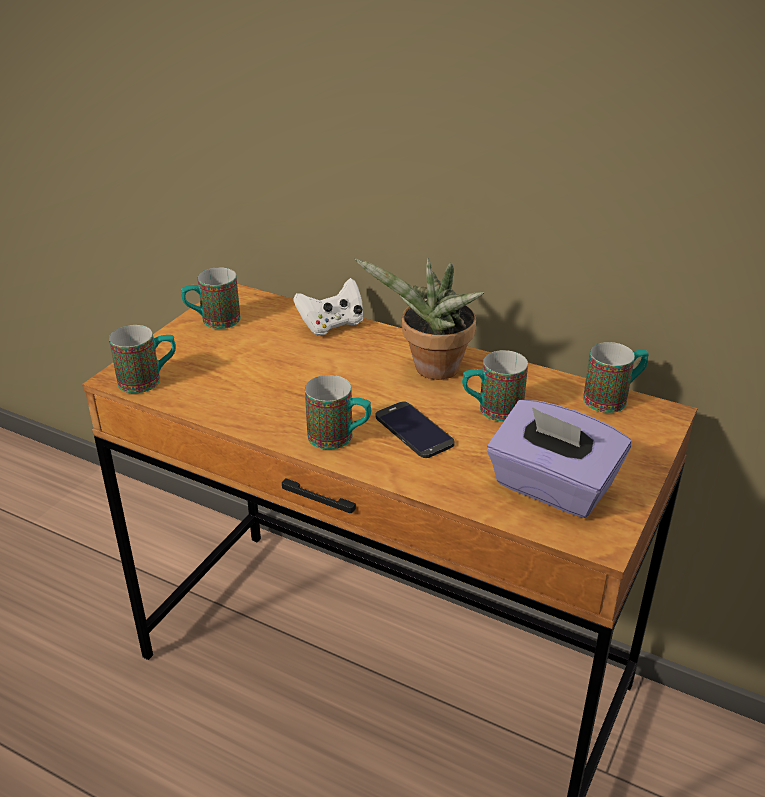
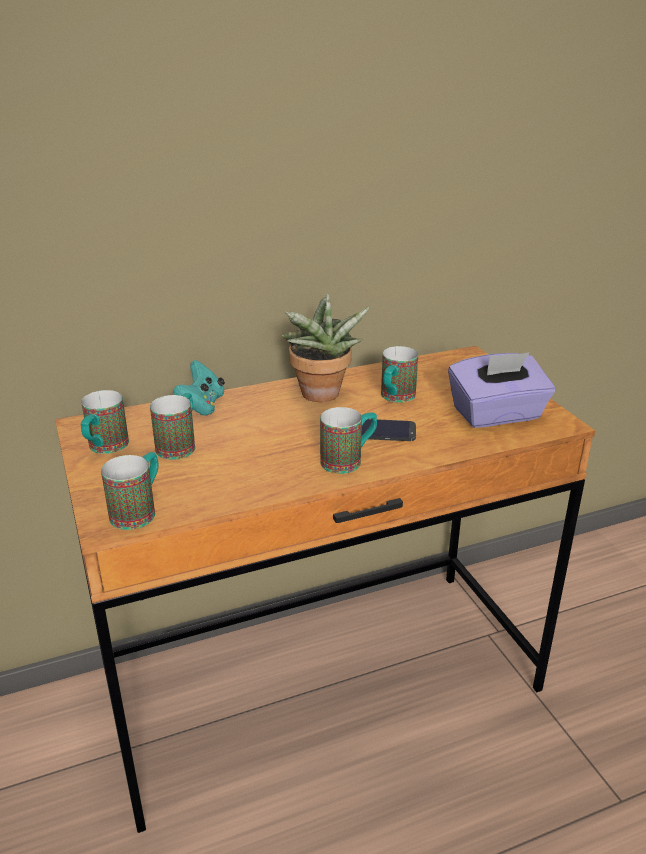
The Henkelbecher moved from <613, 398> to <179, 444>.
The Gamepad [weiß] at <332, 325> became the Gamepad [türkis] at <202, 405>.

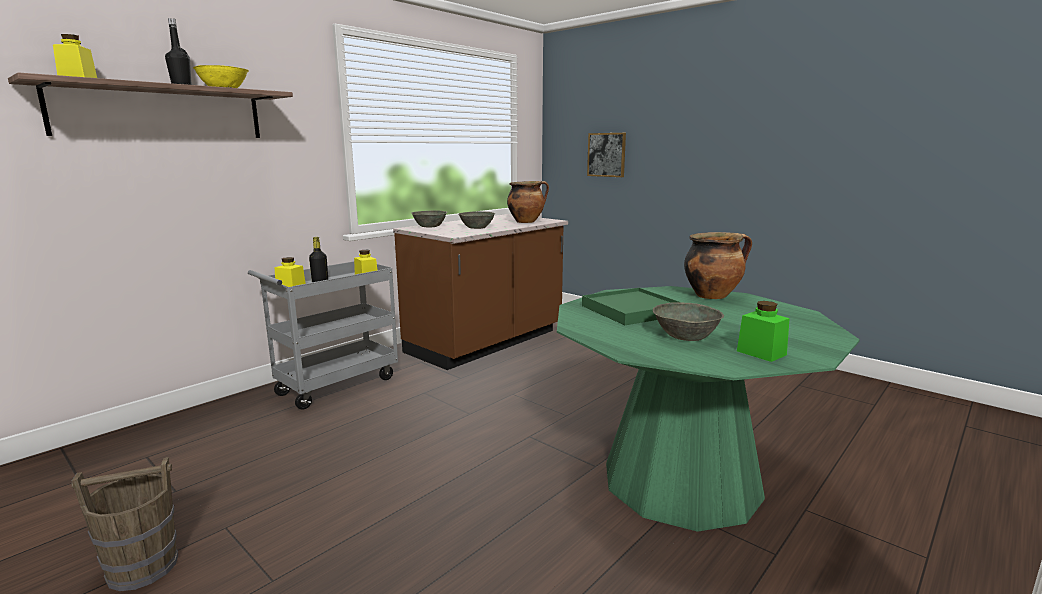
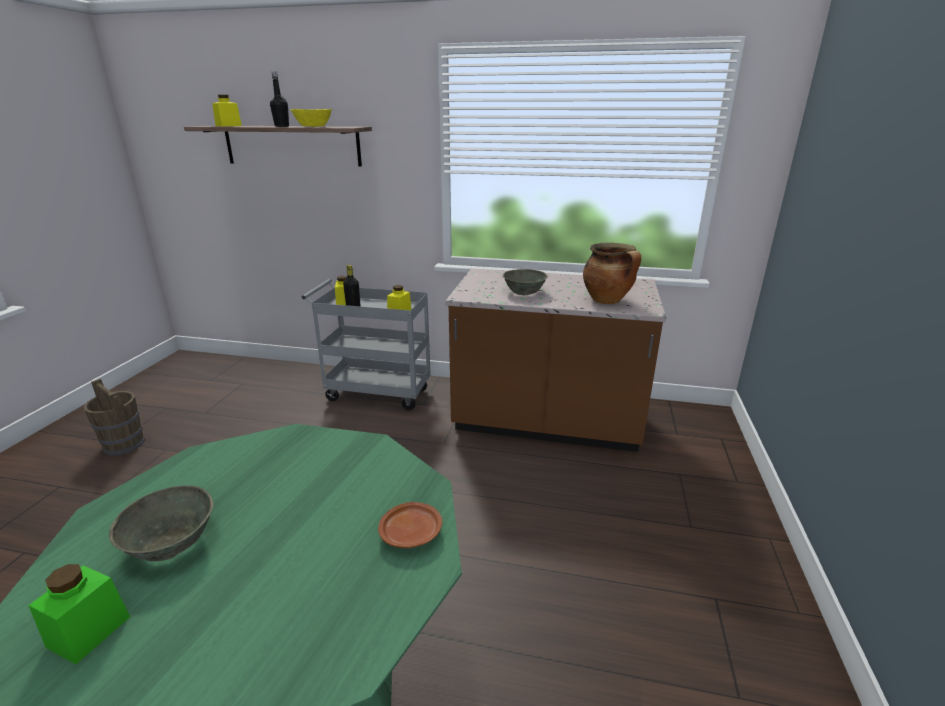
The Kochtopf at <712, 295> was replaced by the Teller [braun] at <411, 533>.
The Schüssel [grau] at <429, 226> disappeared.
The Tablett [grün] at <631, 310> disappeared.
The Bild at <606, 155> disappeared.

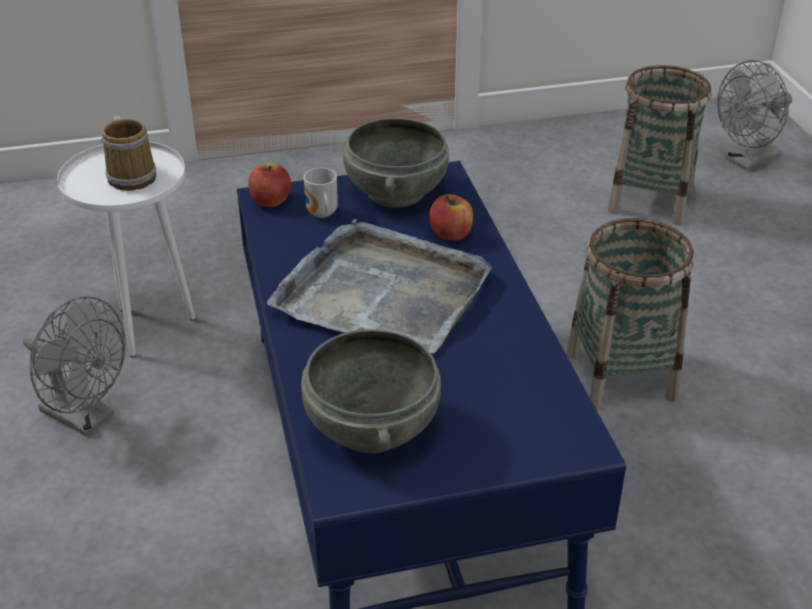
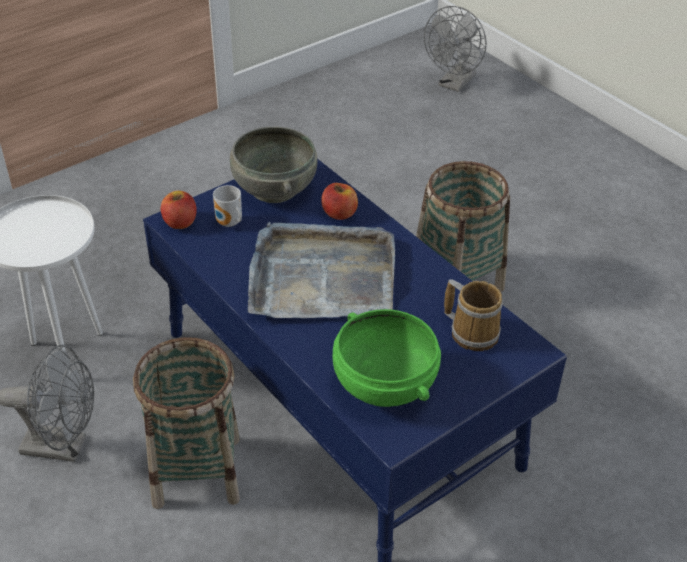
The Korb moved from <650, 200> to <197, 471>.
The Schüssel [grau] at <370, 427> became the Schüssel [grün] at <382, 385>.
The Henkelbecher moved from <133, 175> to <472, 331>.

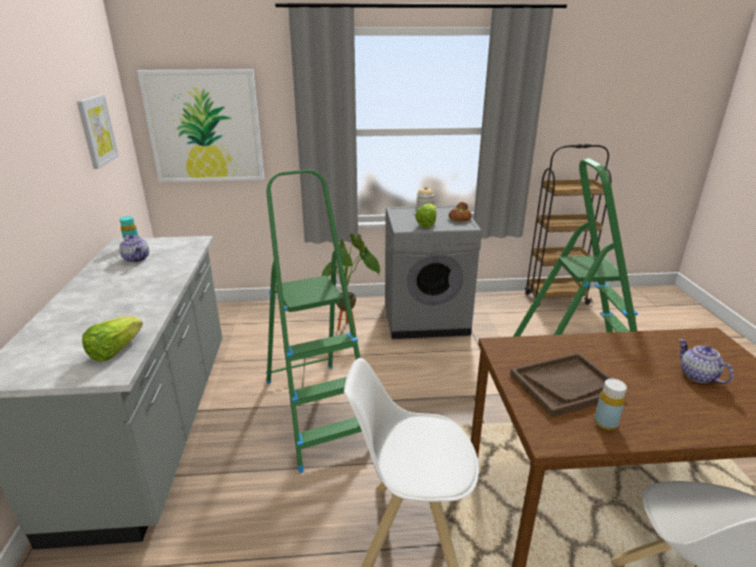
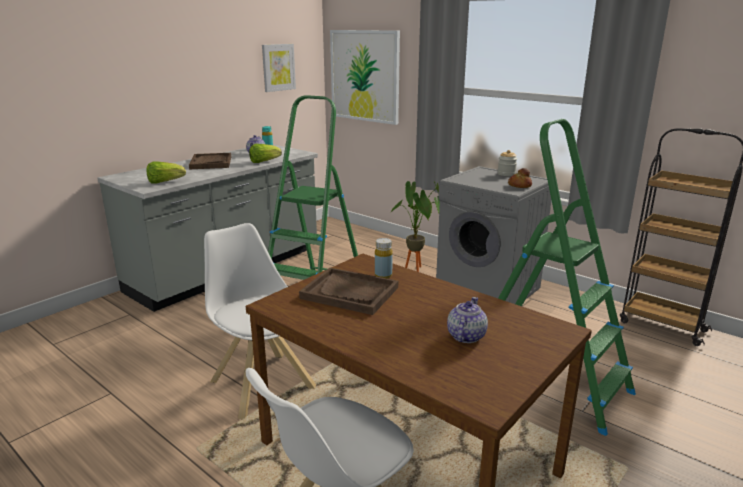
The Tablett [braun] at <211, 162> appeared.
The Salatkopf moved from <426, 223> to <264, 162>.
The Flasche [gelb] moved from <605, 423> to <383, 275>.

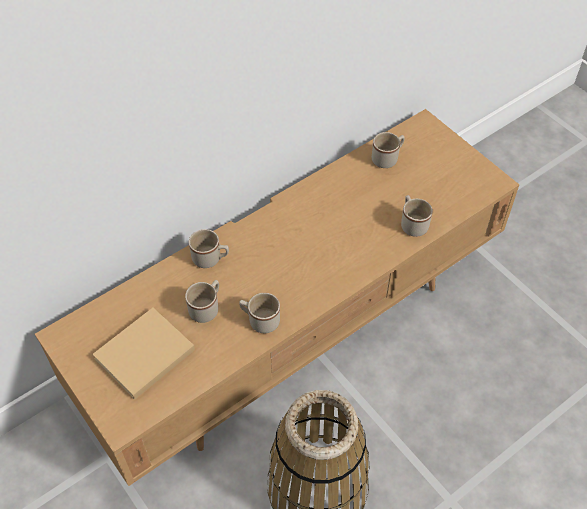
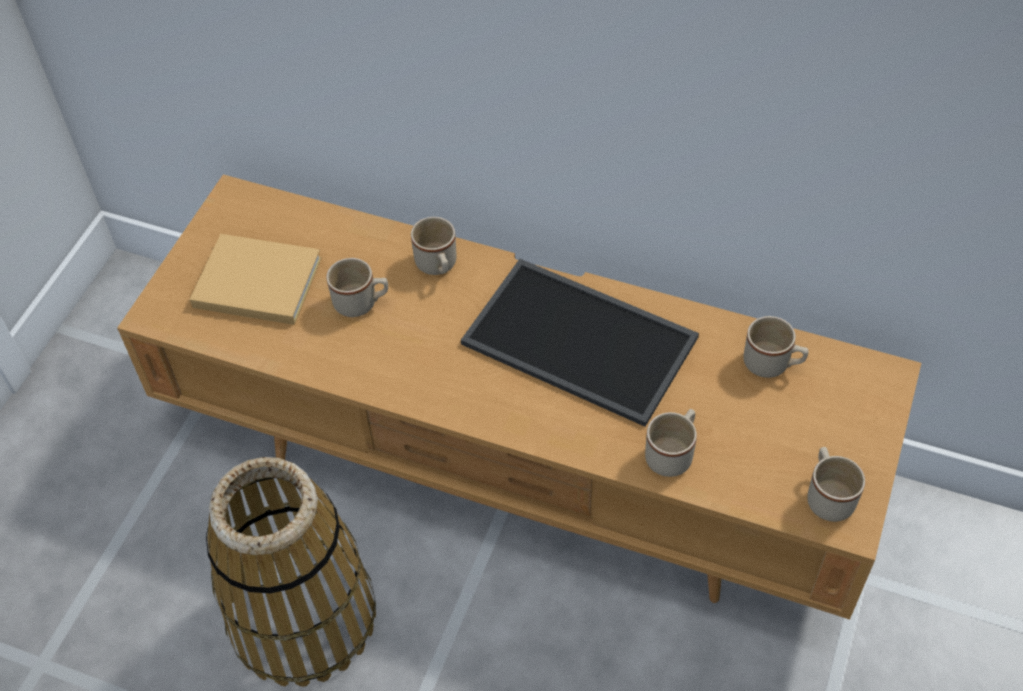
The Tablett at <583, 339> appeared.
The Henkelbecher [beige] moved from <260, 320> to <827, 495>.

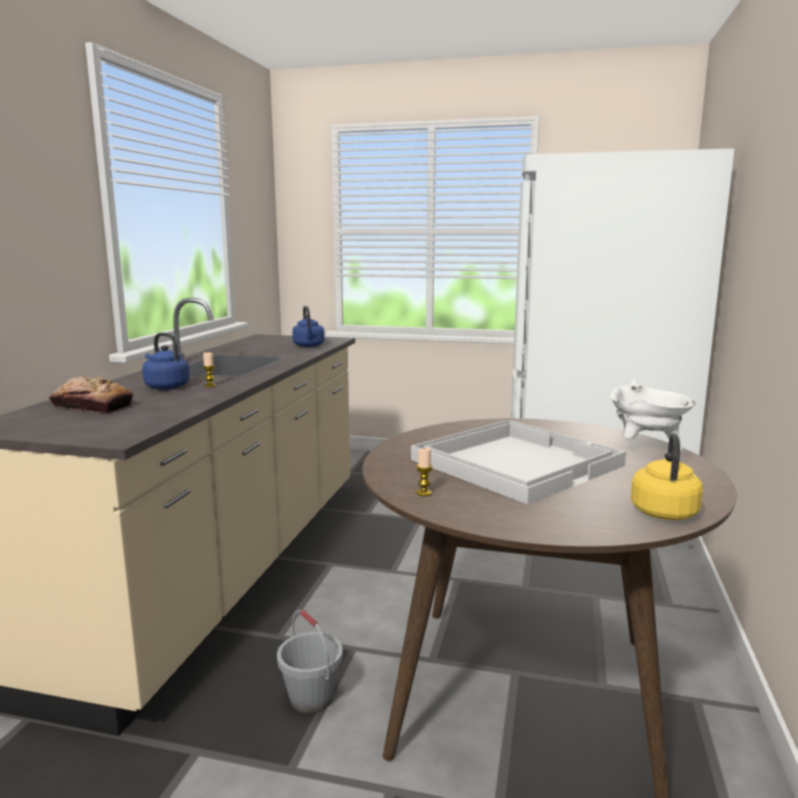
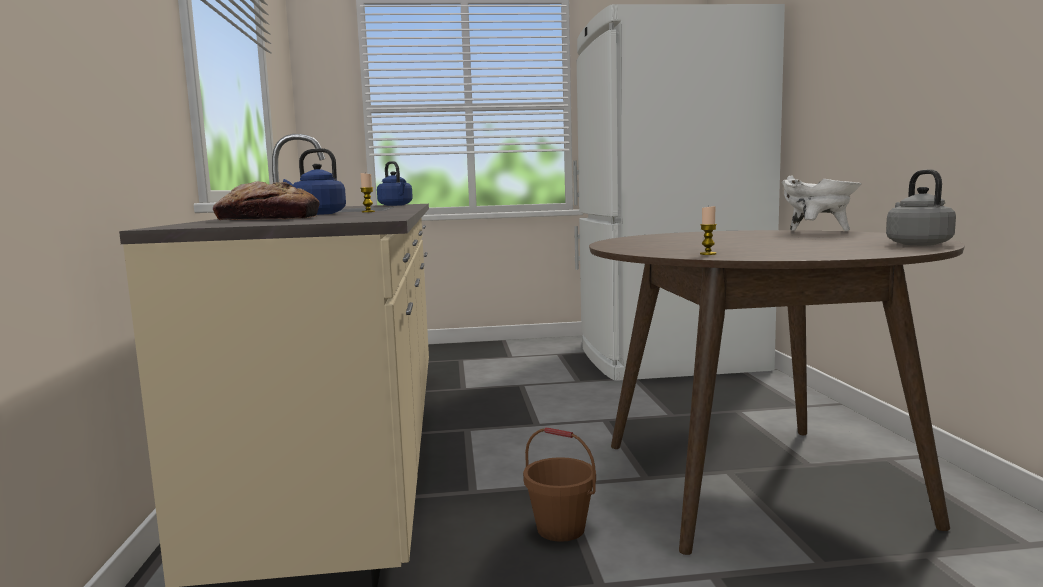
The Eimer [grau] at <311, 698> became the Eimer [braun] at <560, 529>.
The Wasserkessel [gelb] at <664, 511> became the Wasserkessel [grau] at <916, 244>.
The Tablett [weiß] at <516, 462> disappeared.

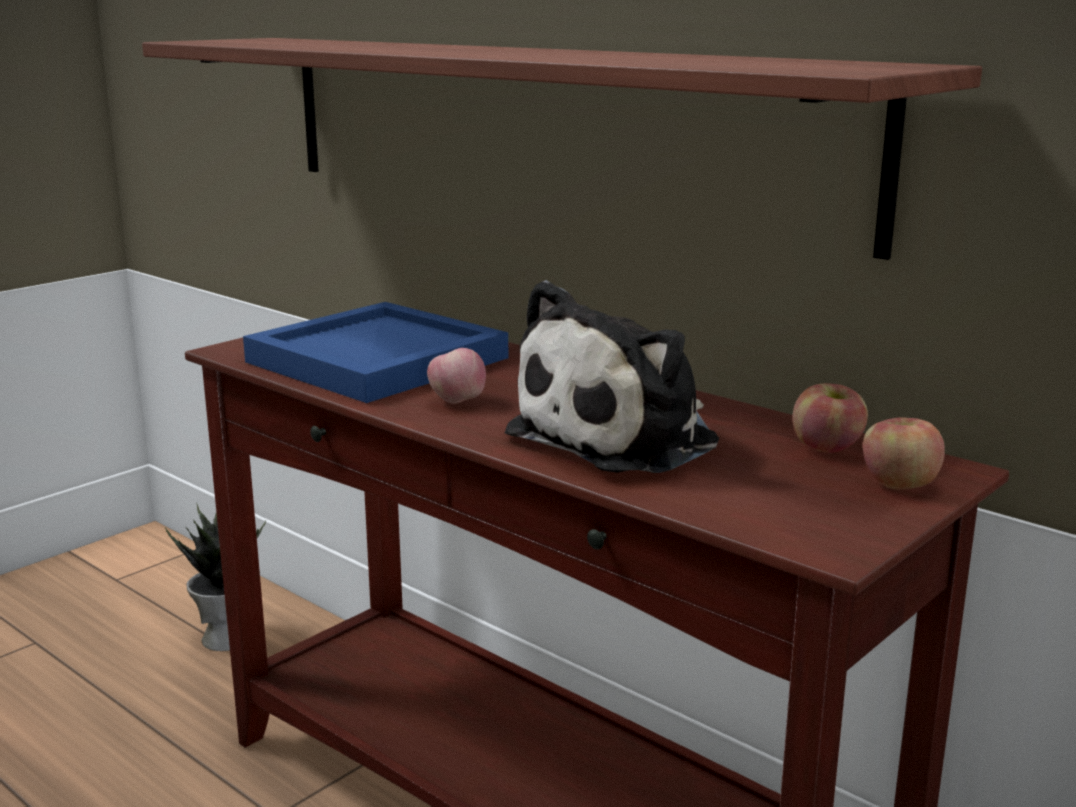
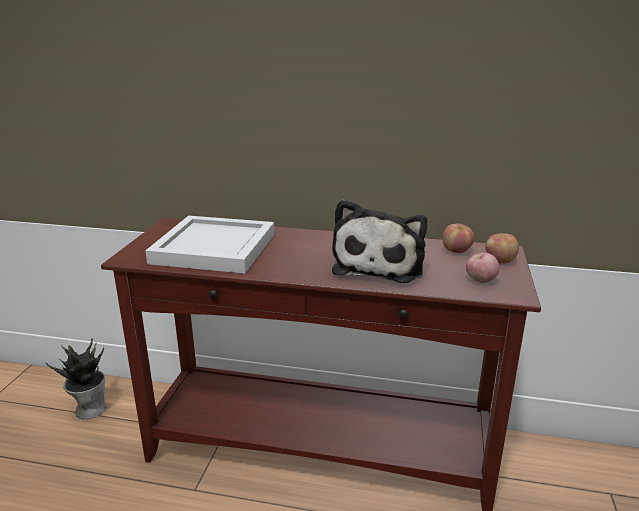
The Tablett [blau] at <373, 360> became the Tablett [weiß] at <212, 248>.
The Apfel moved from <456, 402> to <480, 281>.
The Wandregal at <543, 128> disappeared.

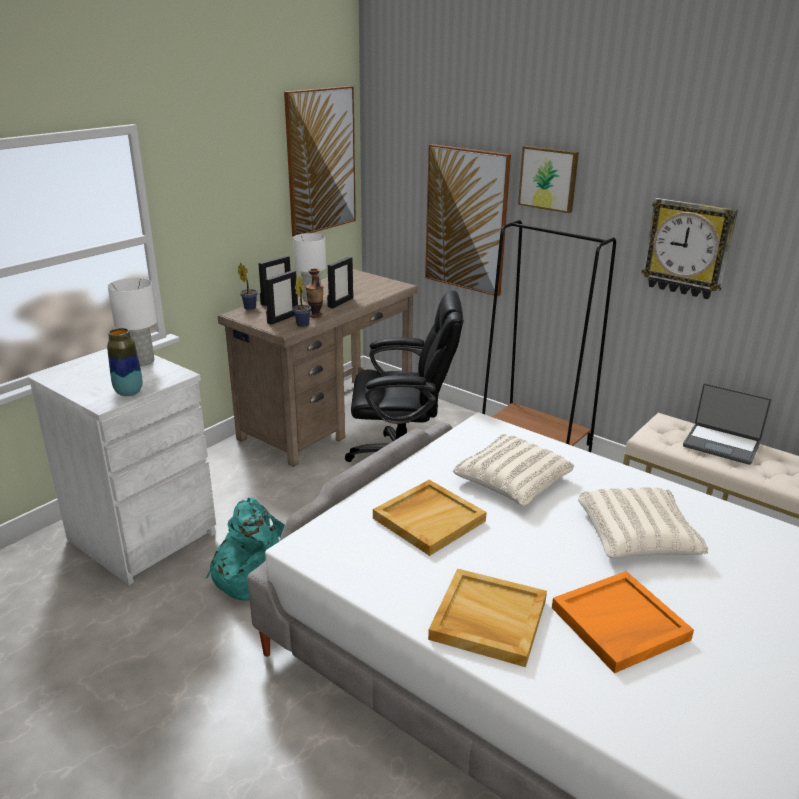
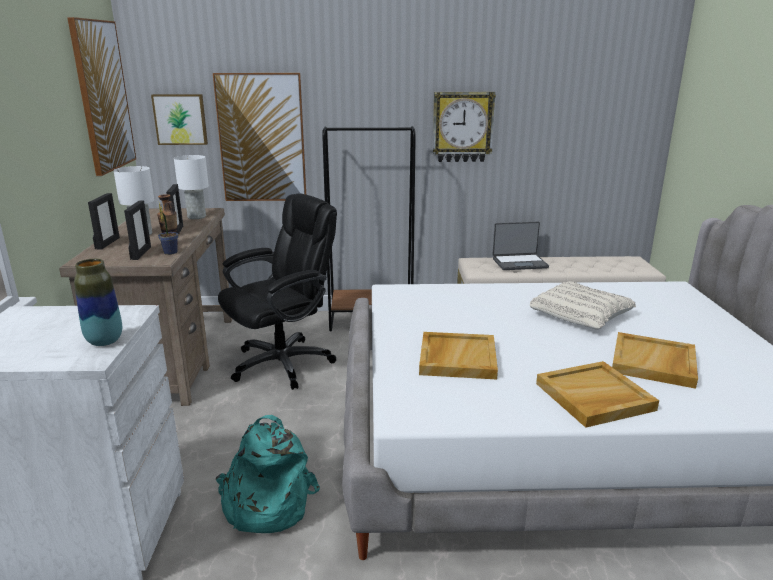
The Bild moved from <549, 178> to <180, 119>.
The Tischlampe [weiß] moved from <141, 361> to <196, 217>.
The Tablett [orange] at <619, 624> became the Tablett [beige] at <654, 363>.
The Topfpflanze at <249, 307> disappeared.
The Kissen [beige] at <512, 480> disappeared.

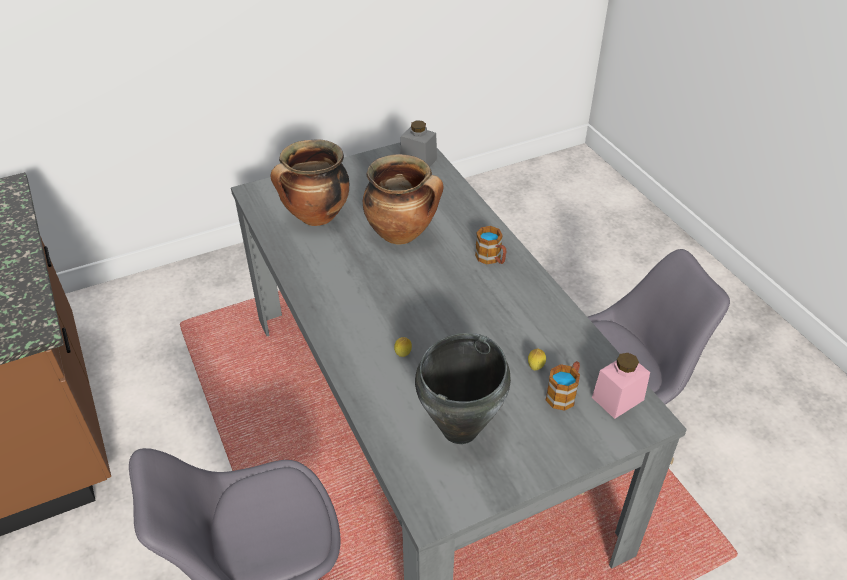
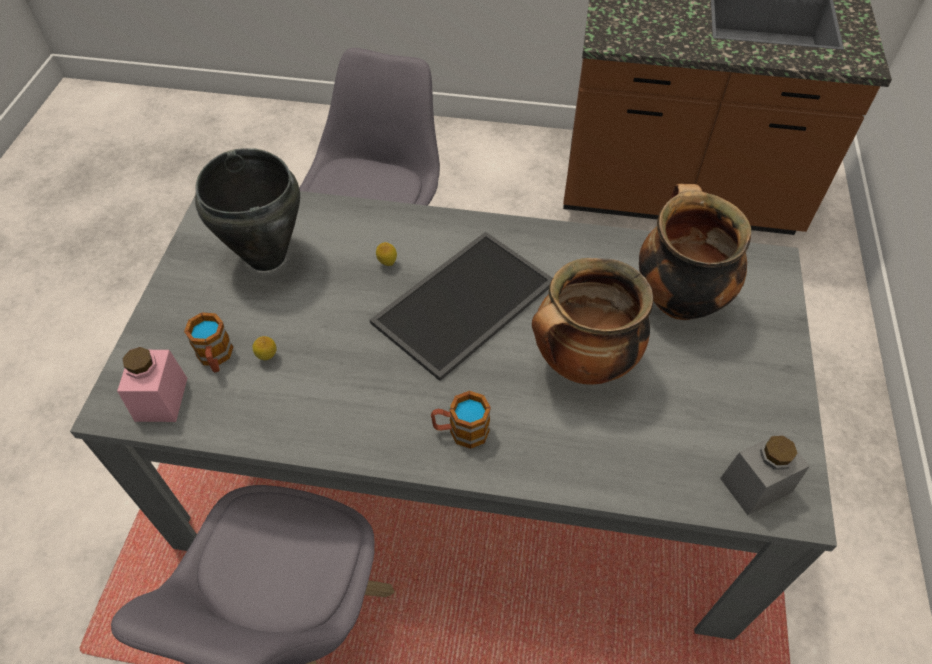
The Tablett at <465, 305> appeared.

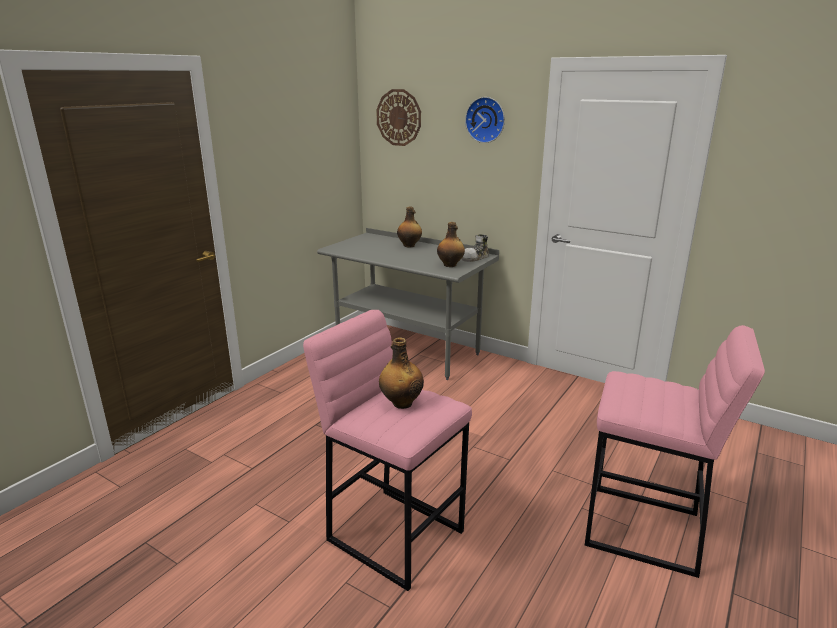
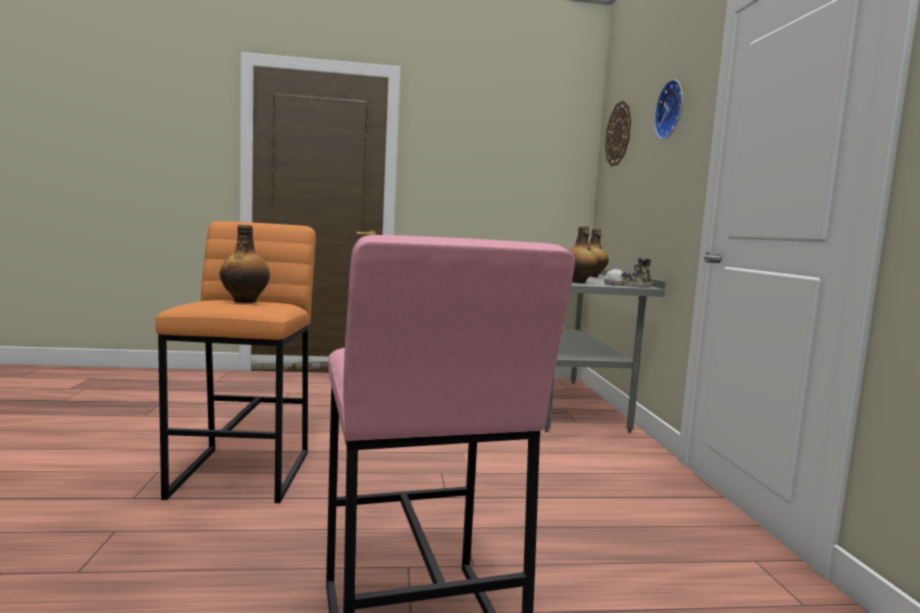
The Hocker [rosa] at <392, 534> became the Hocker [orange] at <243, 472>.

